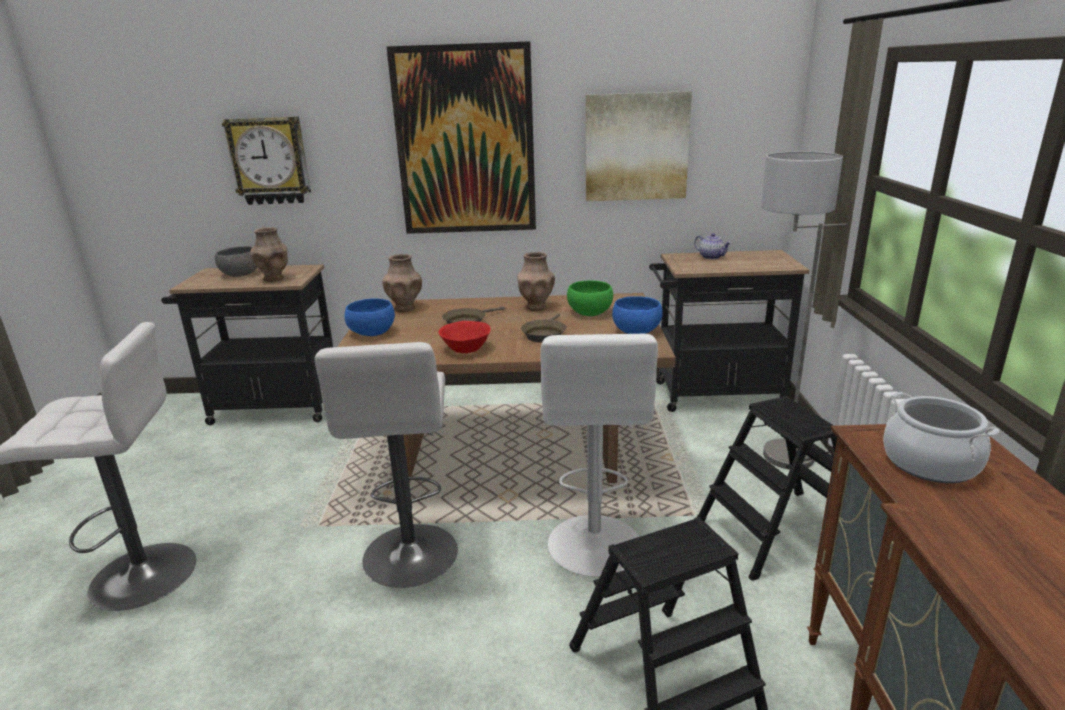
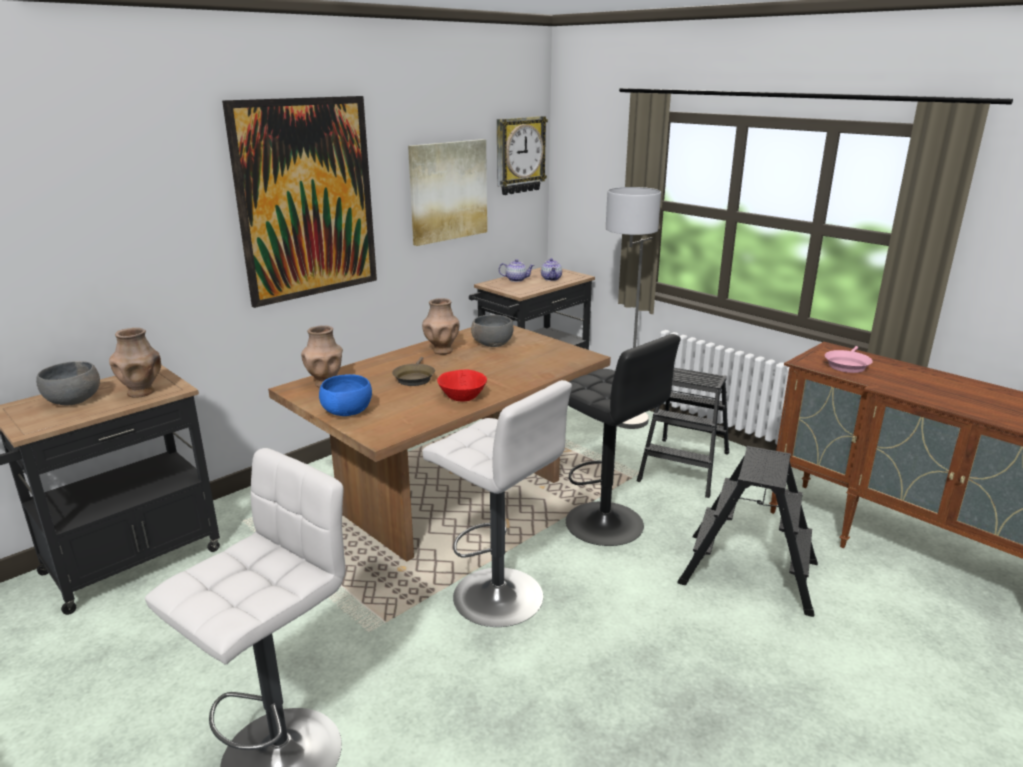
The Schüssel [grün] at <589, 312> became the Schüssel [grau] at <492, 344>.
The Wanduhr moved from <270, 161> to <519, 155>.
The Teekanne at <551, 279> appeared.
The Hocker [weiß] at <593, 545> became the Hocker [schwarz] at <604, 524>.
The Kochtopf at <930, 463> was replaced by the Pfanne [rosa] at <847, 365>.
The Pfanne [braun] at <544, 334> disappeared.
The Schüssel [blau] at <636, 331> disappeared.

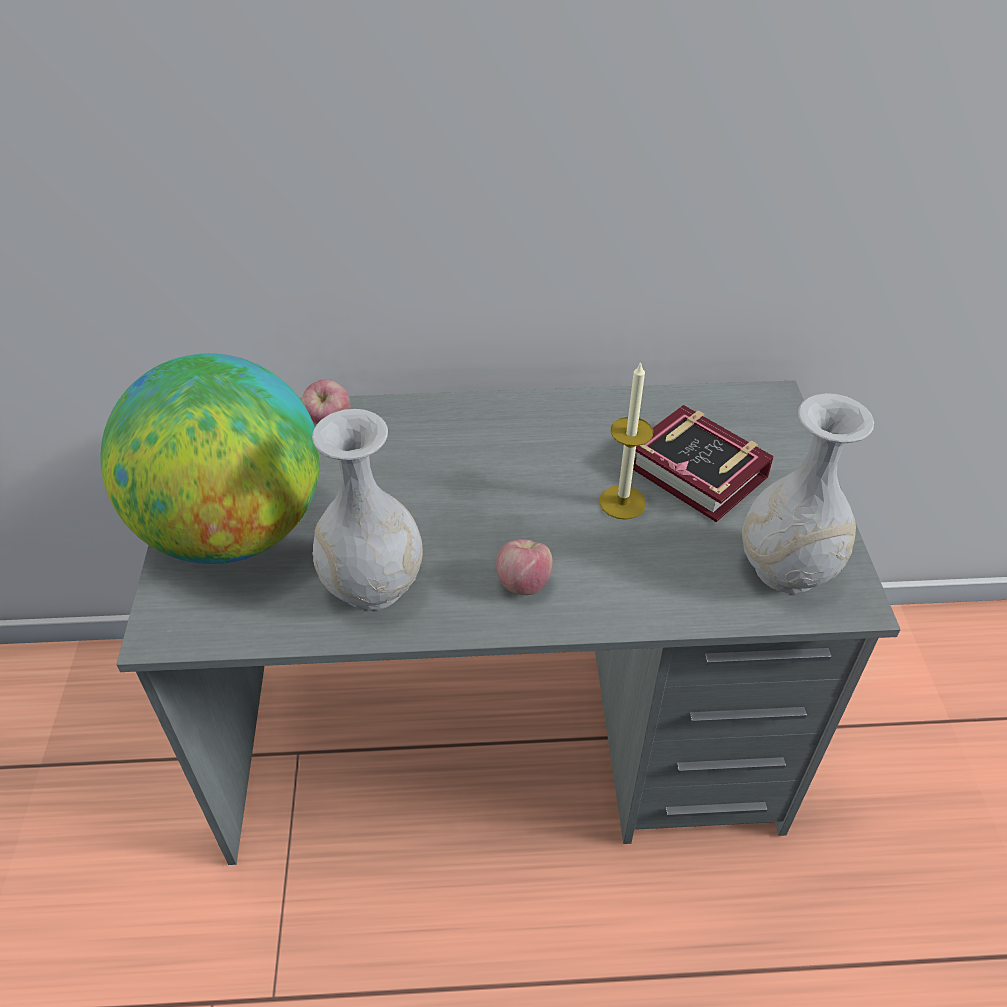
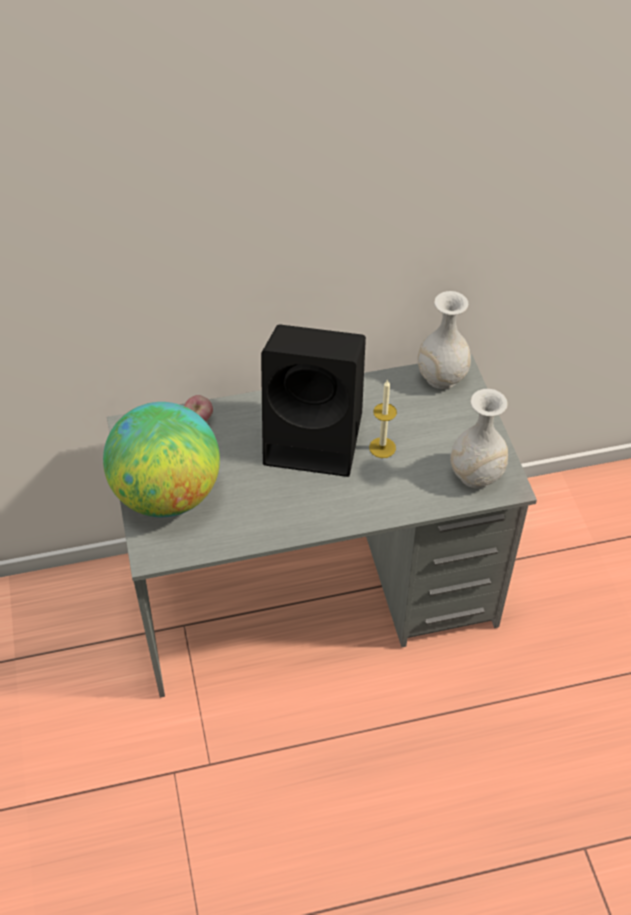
The Lautsprecher [schwarz] at <316, 438> appeared.
The Vase [weiß] moved from <373, 584> to <441, 377>.
The Apfel at <523, 583> disappeared.
The Buch at <699, 476> disappeared.

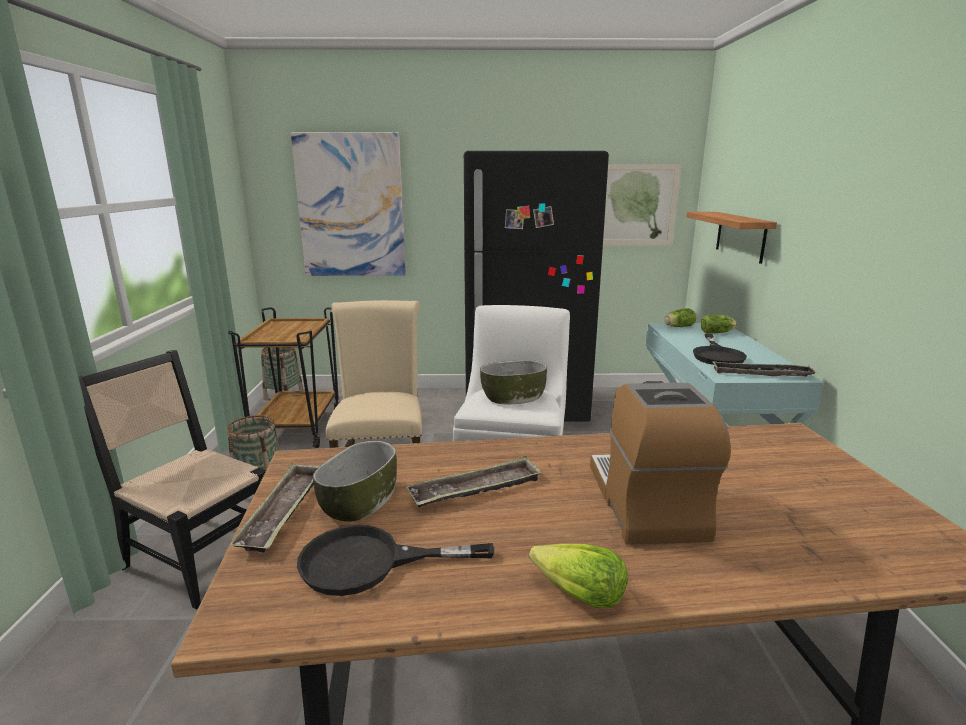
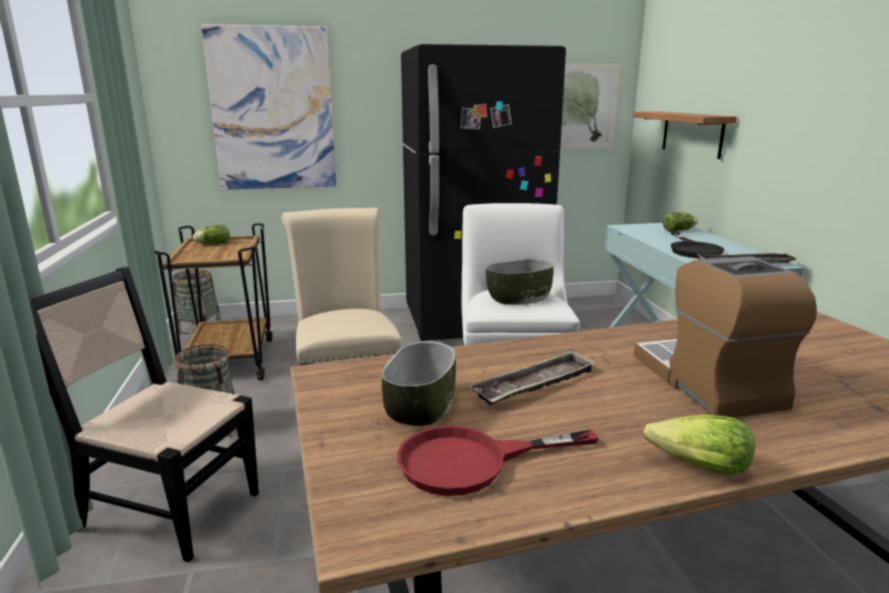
The Salatkopf moved from <677, 327> to <212, 244>.
The Pfanne [schwarz] at <369, 563> became the Pfanne [rot] at <472, 461>.
The Tablett at <283, 511> disappeared.

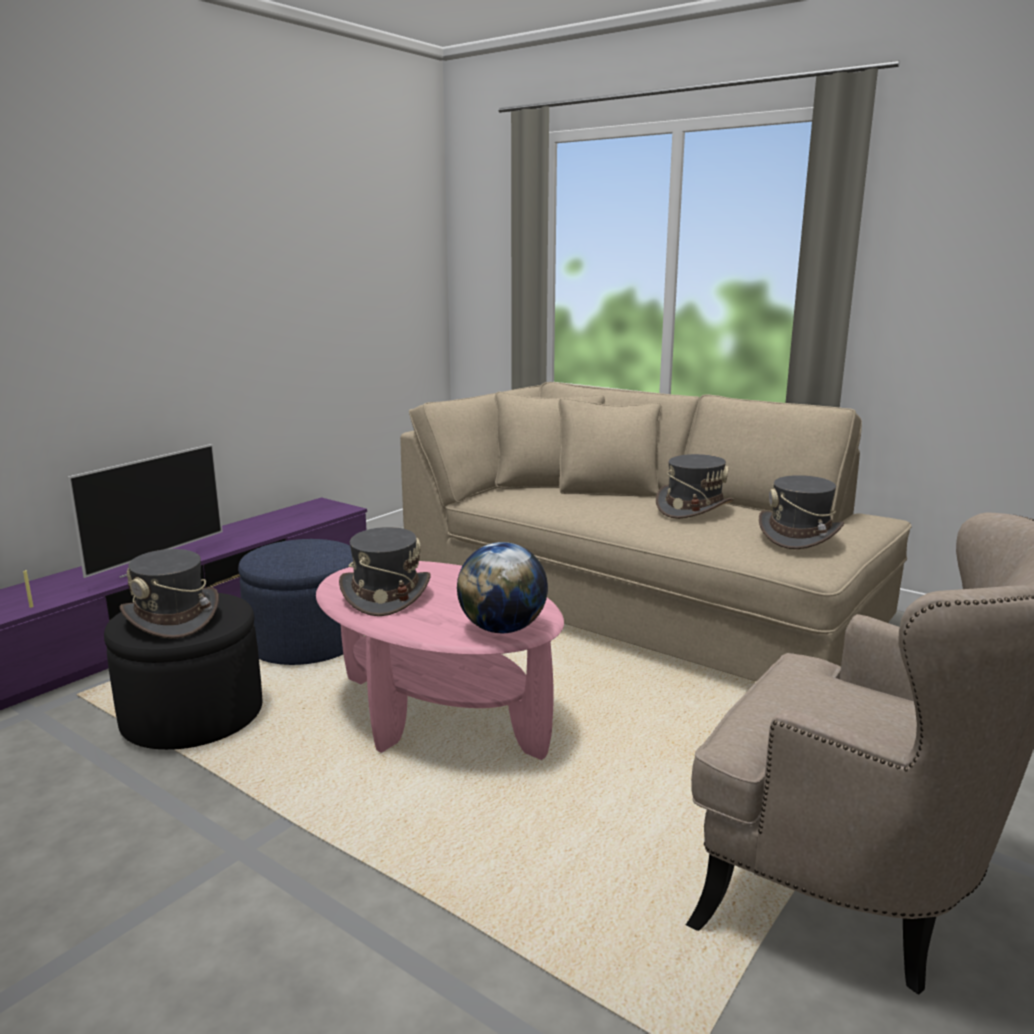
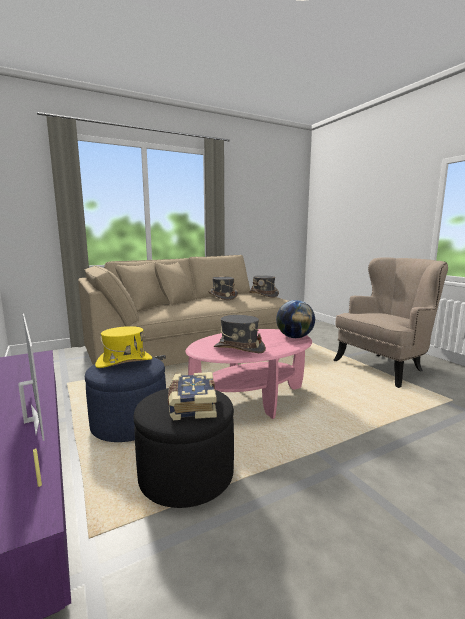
The Hut [gelb] at <124, 362> appeared.
The Hut [grau] at <172, 618> was replaced by the Buch at <191, 405>.

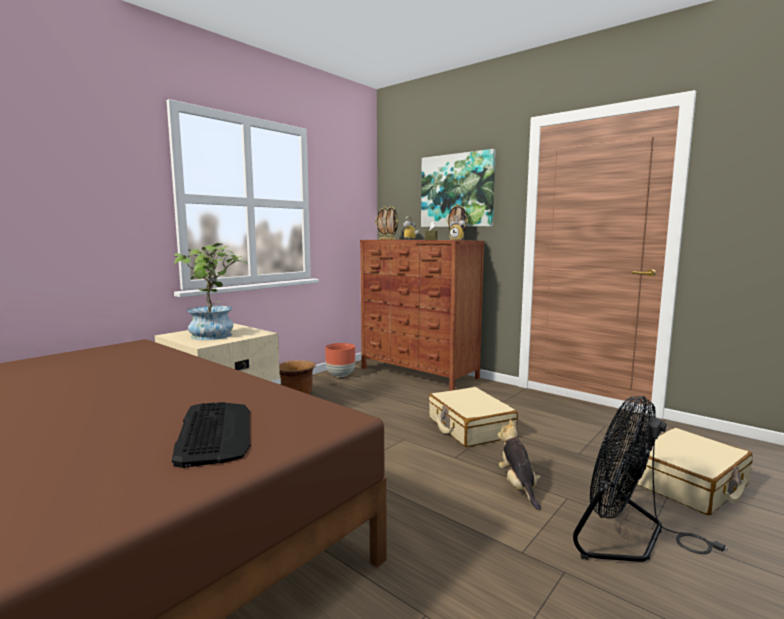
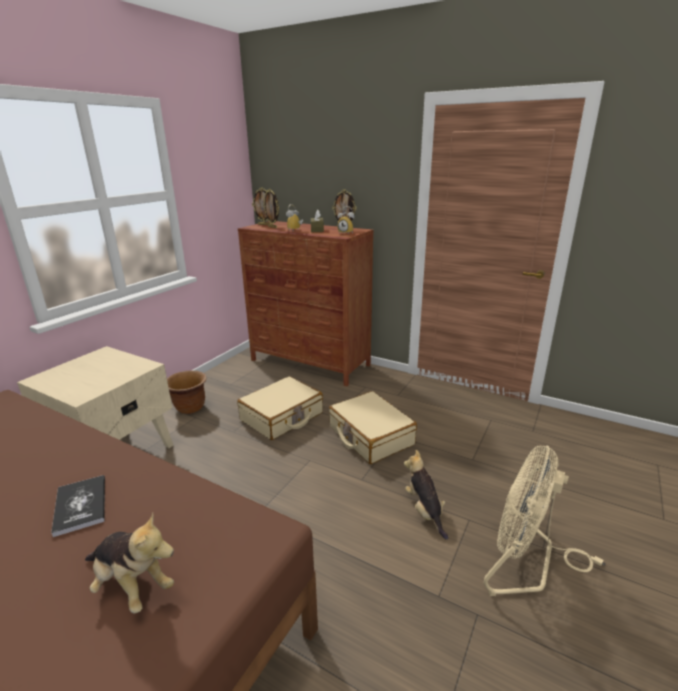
The Buch at <81, 505> appeared.
The Tastatur at <214, 432> was replaced by the Plüschtier at <131, 585>.
The Koffer [beige] moved from <688, 483> to <282, 417>.
The Ventilator [schwarz] at <633, 533> became the Ventilator [beige] at <529, 556>.
The Topfpflanze at <213, 336> disappeared.
The Pflanzkübel [braun] at <340, 375> disappeared.
The Bild at <457, 190> disappeared.

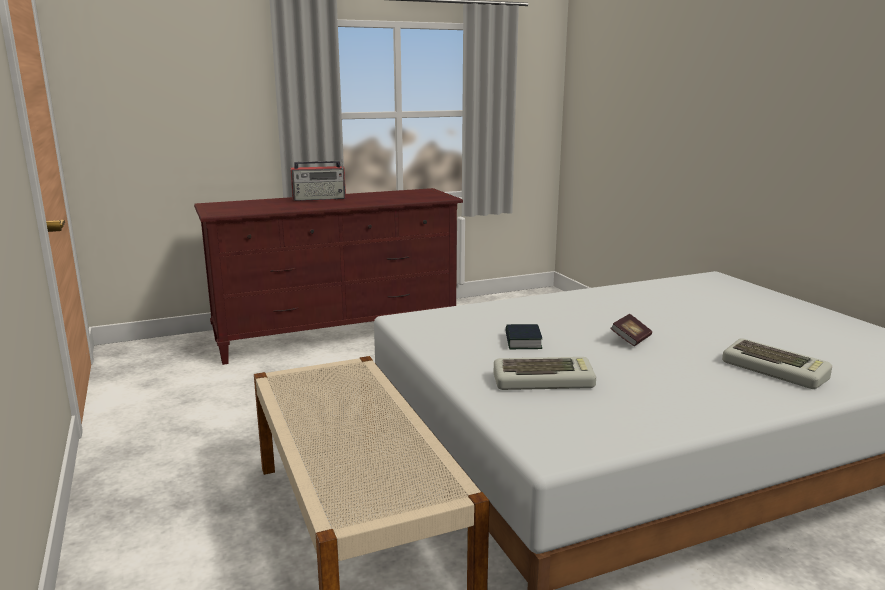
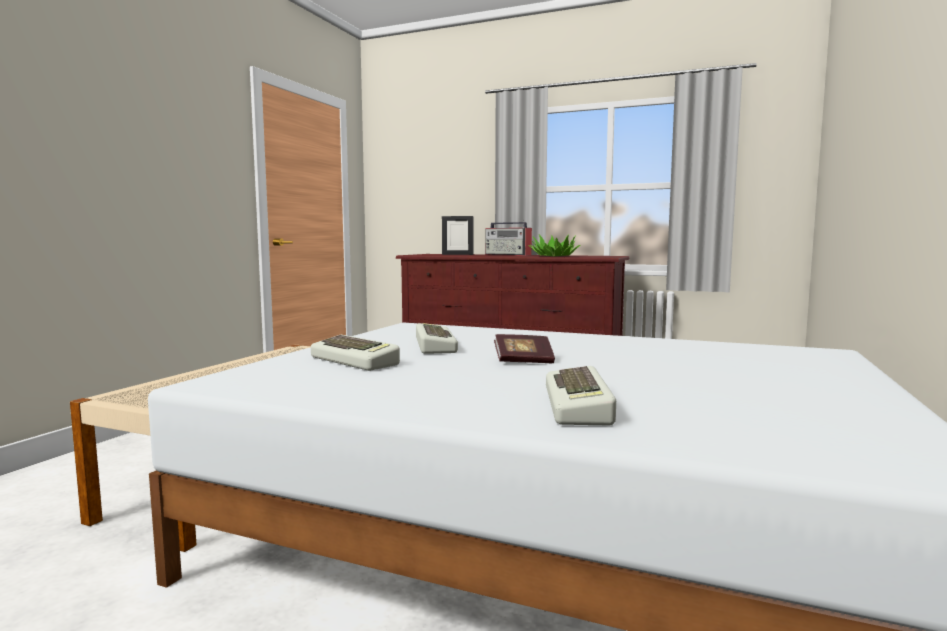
The Buch at <523, 342> was replaced by the Tastatur at <433, 345>.
The Bilderrahmen at <457, 254> appeared.
The Topfpflanze at <554, 256> appeared.

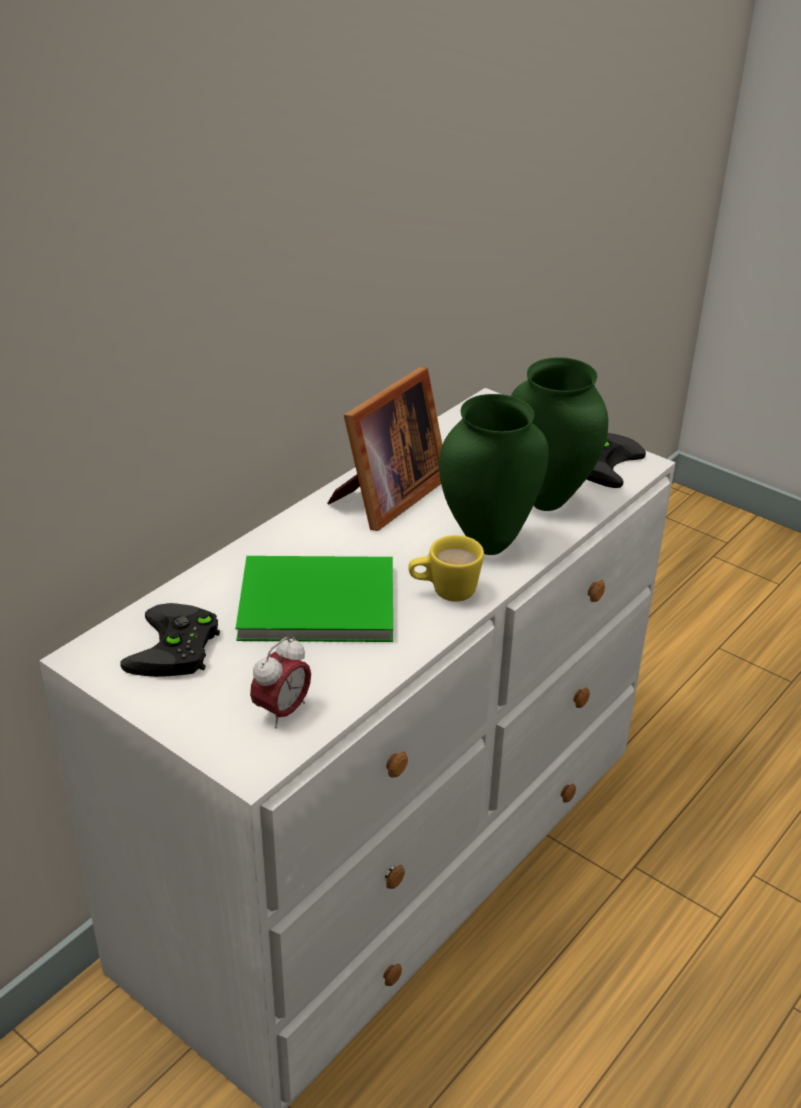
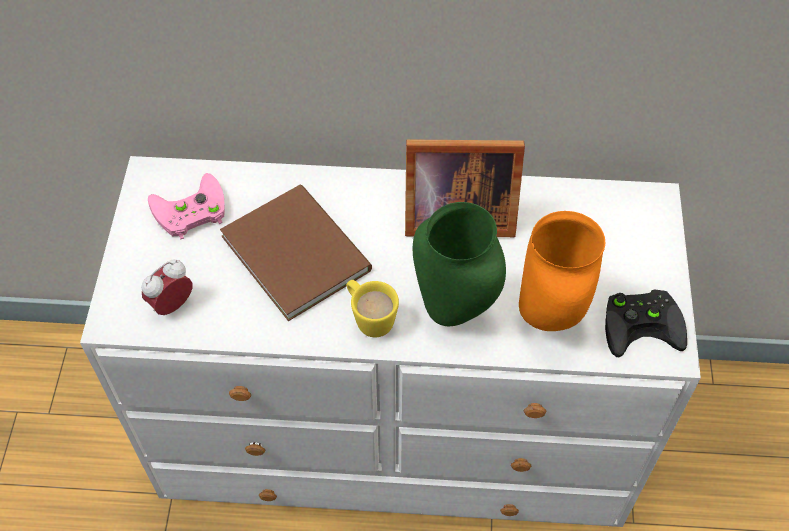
The Wecker at <282, 711> turned 135 degrees clockwise.
The Gamepad [schwarz] at <176, 649> became the Gamepad [rosa] at <189, 212>.
The Buch [grün] at <312, 600> became the Buch [braun] at <296, 249>.
The Vase [grün] at <547, 501> became the Vase [orange] at <547, 318>.

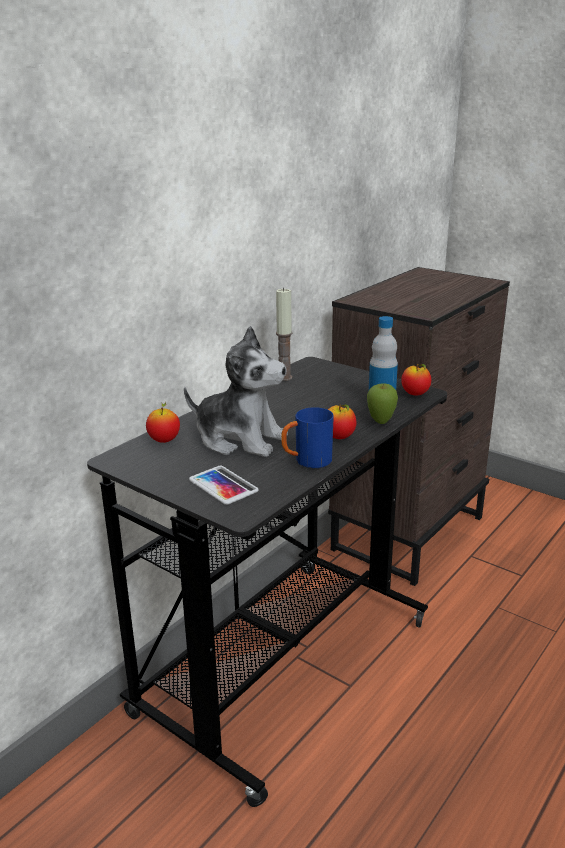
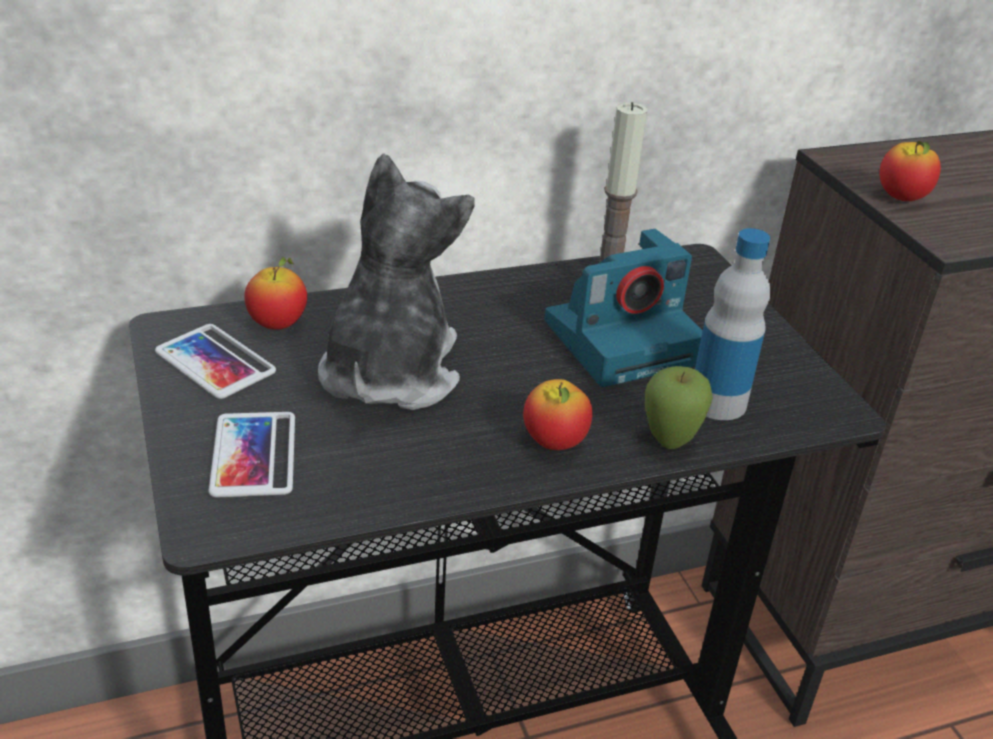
The Handy at <215, 362> appeared.
The Plüschtier at <240, 439> turned 135 degrees counterclockwise.
The Kamera at <623, 340> appeared.
The Apfel moved from <415, 394> to <901, 198>.
The Henkelbecher [blau] at <306, 462> disappeared.

